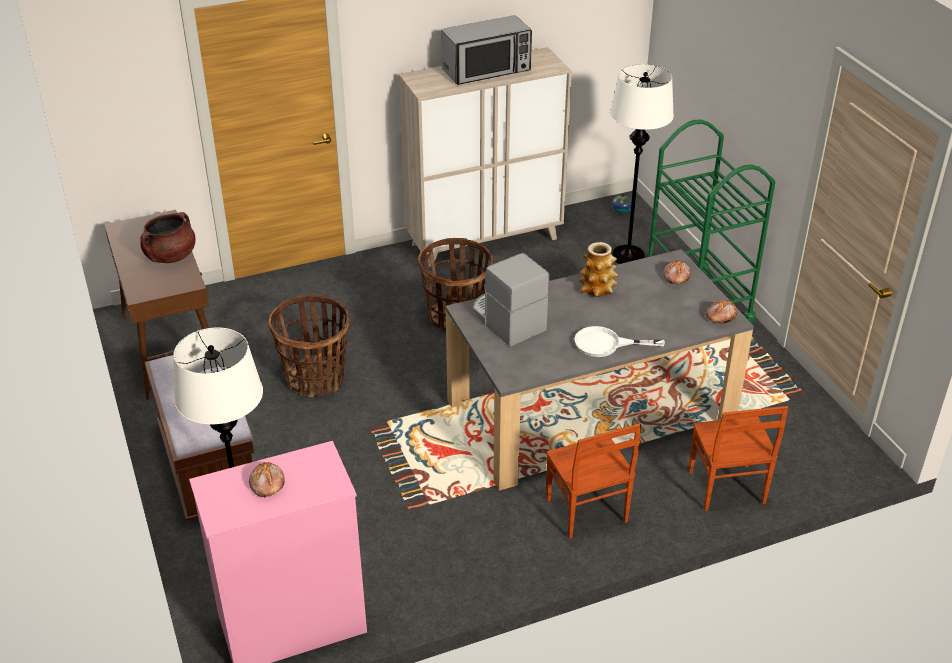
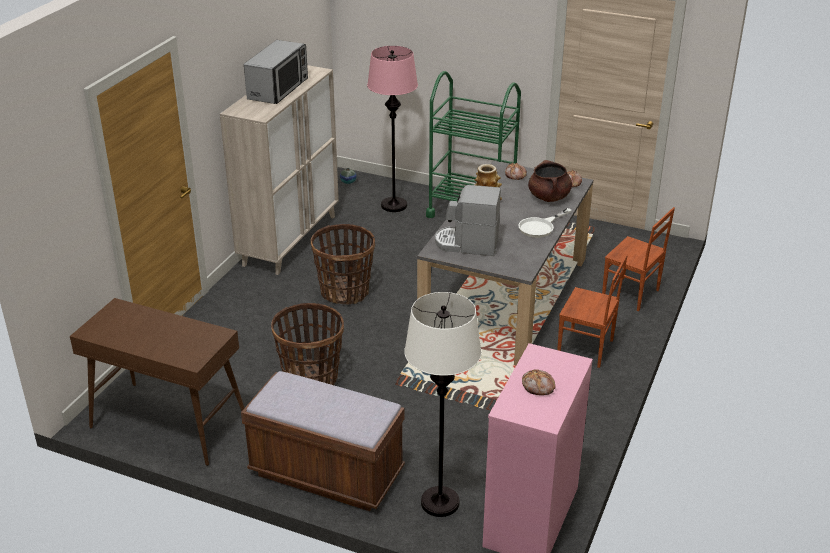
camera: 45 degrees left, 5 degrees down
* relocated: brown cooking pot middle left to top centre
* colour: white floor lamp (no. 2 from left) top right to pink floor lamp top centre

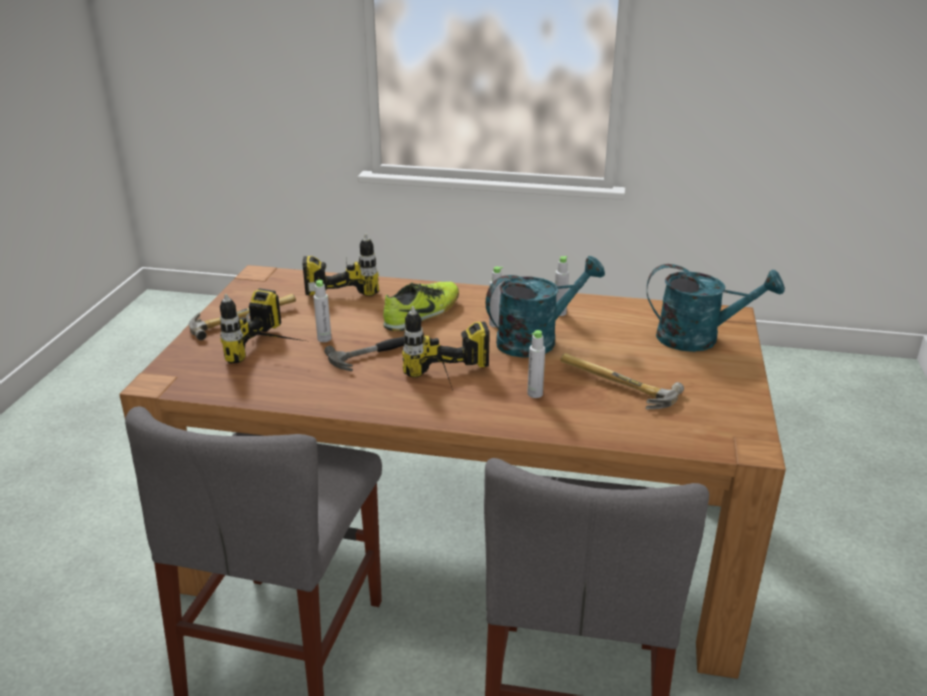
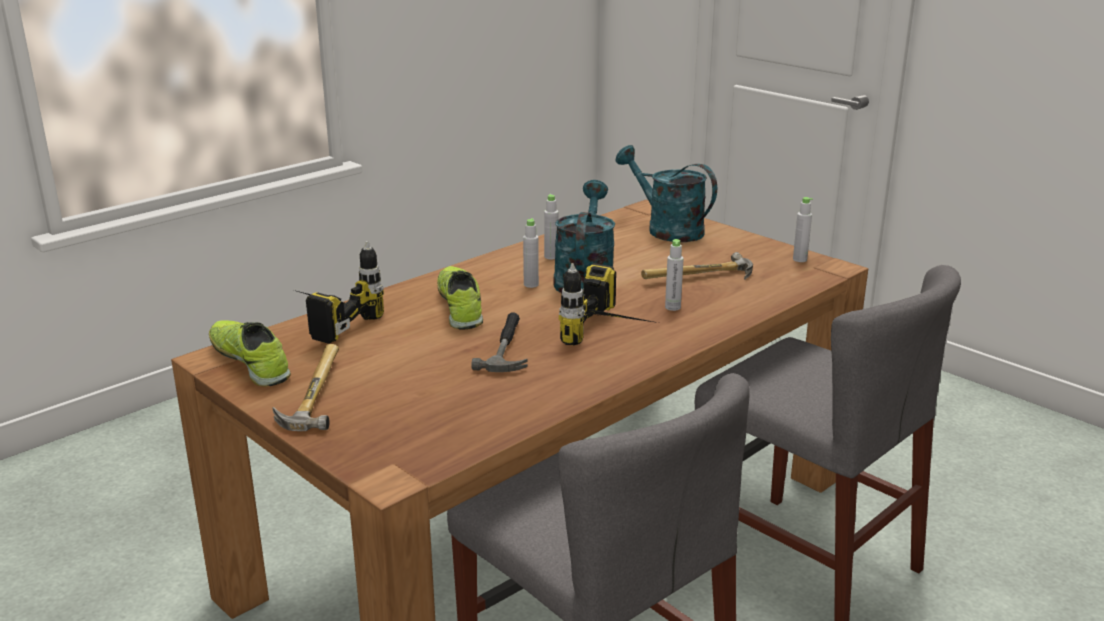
camera: 55 degrees left, 5 degrees down
* missing: power drill (no. 1 from left) middle left
* relocated: grey bottle (no. 1 from left in the first image) centre to grey bottle (no. 4 from left) middle right
* spun: turquoise watering can (no. 2 from left) middle right = top centre 90 degrees counterclockwise
* appeared: shoe (no. 1 from left) middle left

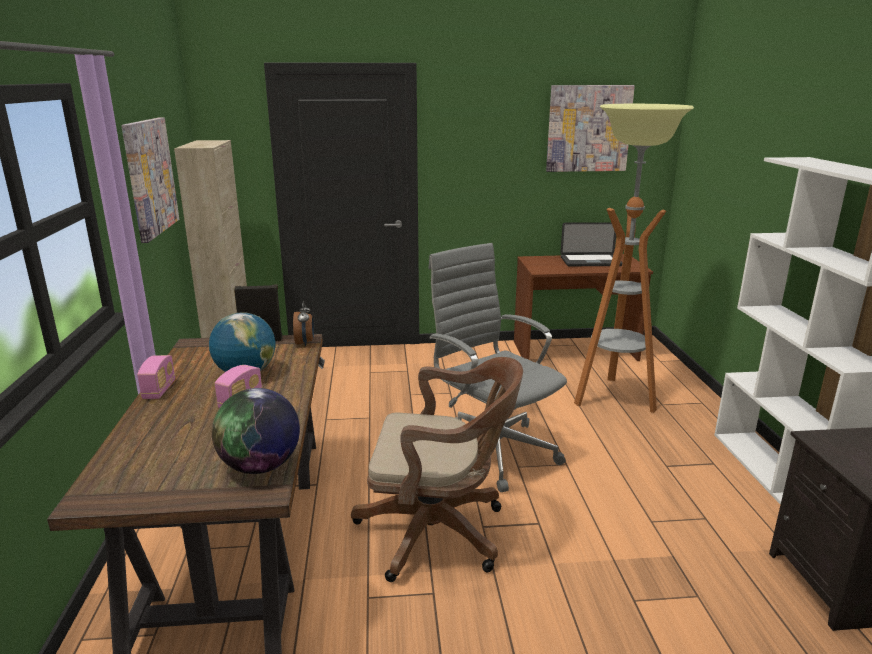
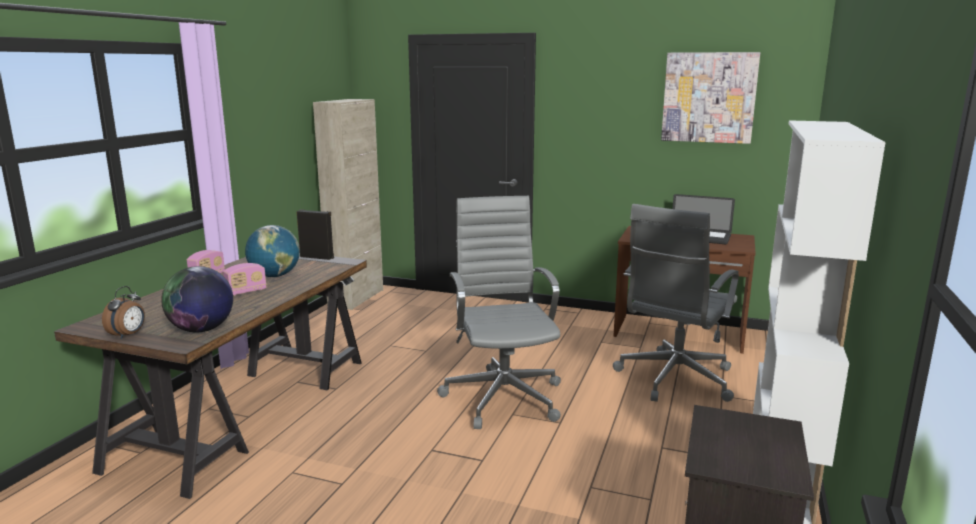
camera: 25 degrees right, 5 degrees down
* missing: picture (no. 1 from left) top left
* relocated: alarm clock centre to middle left
* missing: brown office chair bottom centre
* exchanged: floor lamp middle right to grey office chair (no. 2 from left) middle right

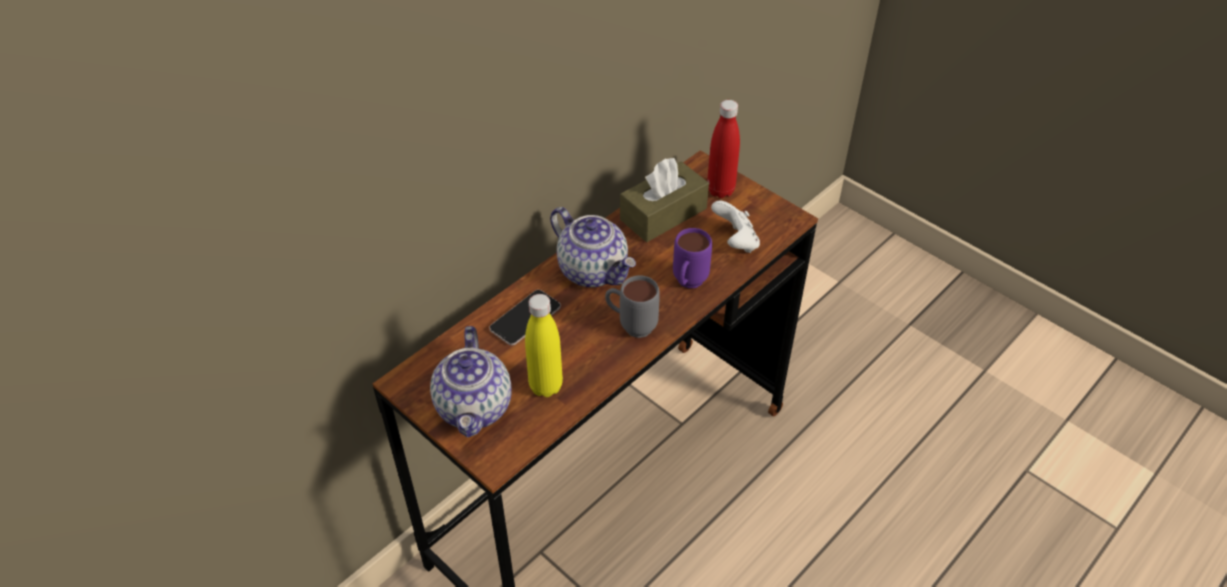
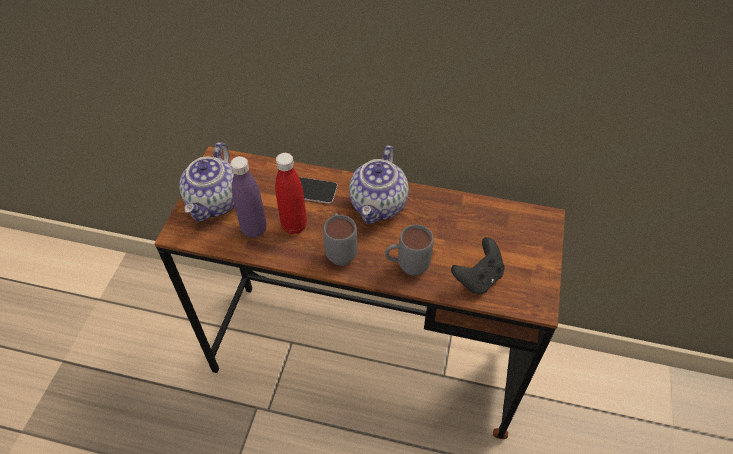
camera: 60 degrees right, 5 degrees up
* spun: teapot (no. 1 from left) centre = middle left 45 degrees counterclockwise
* colour: yellow bottle centre to purple bottle centre
* missing: brown tissue box centre
* colour: purple mug centre to grey mug (no. 2 from left) centre
* relocated: red bottle top centre to centre
* colour: white game controller centre to black game controller centre

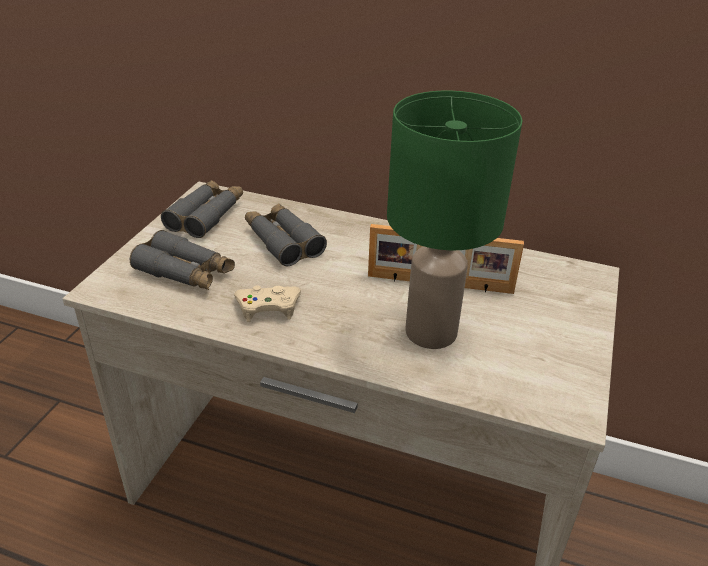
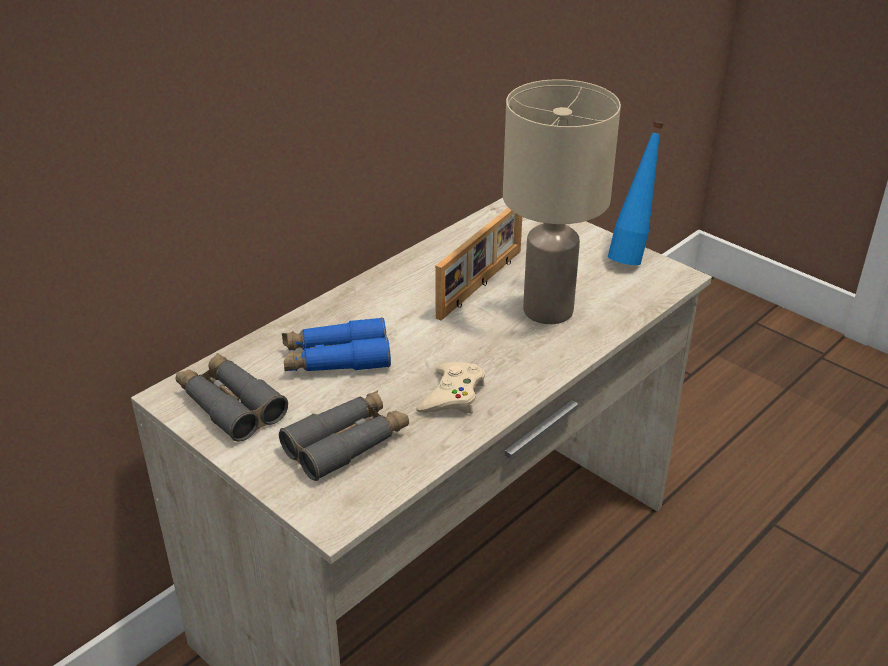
camera: 65 degrees left, 0 degrees up
* colour: grey binoculars (no. 3 from left) centre to blue binoculars centre
* colour: green table lamp centre to beige table lamp top centre
* appeared: blue bottle top right

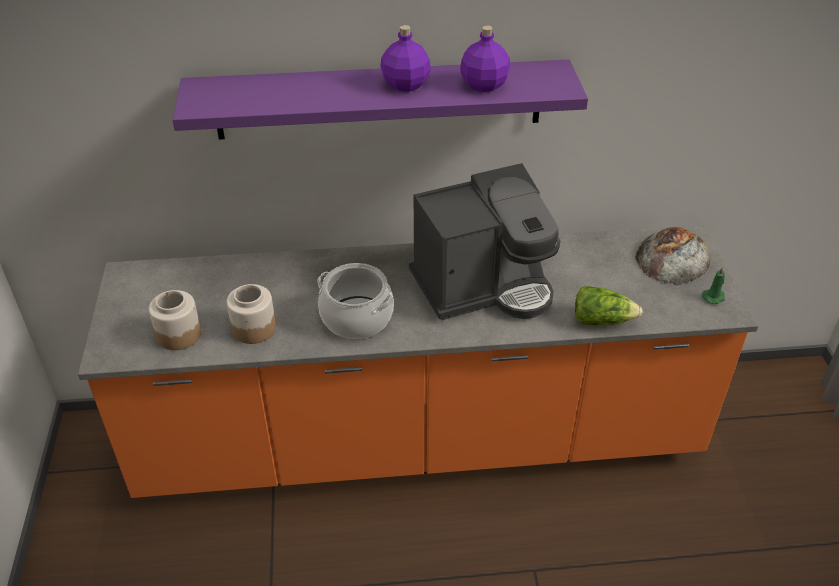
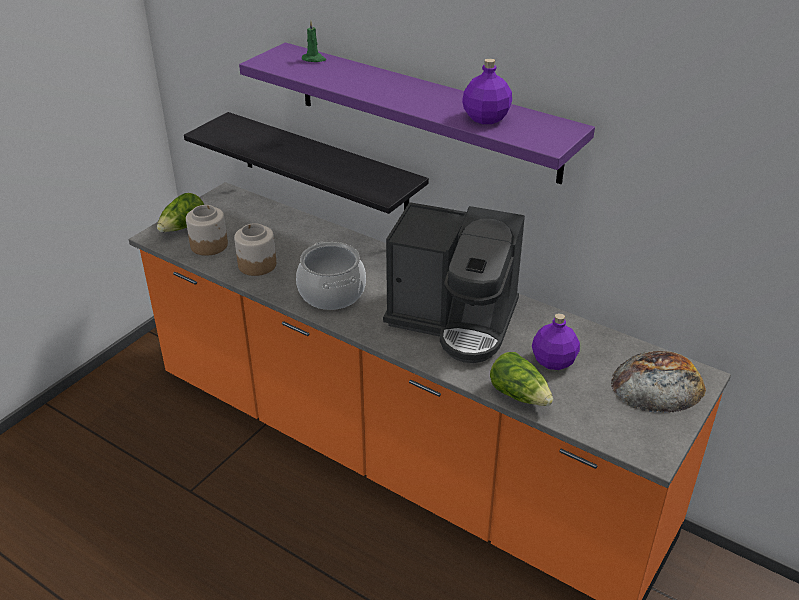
camera: 40 degrees right, 5 degrees down
* relocated: purple bottle (no. 1 from left in the first image) top centre to purple bottle (no. 2 from left) middle right
* relocated: green candle middle right to top centre
* appeared: lettuce (no. 1 from left) middle left
* appeared: black shelf top centre

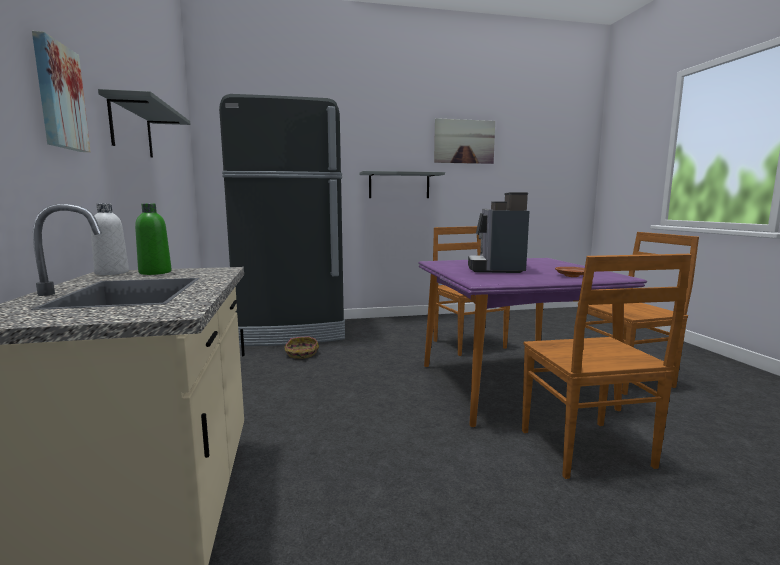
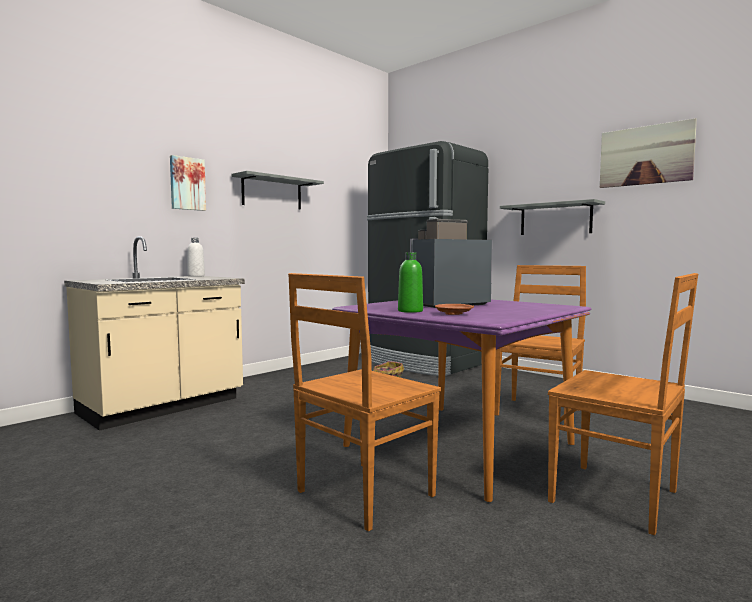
camera: 55 degrees right, 5 degrees down
* relocated: green bottle middle left to centre

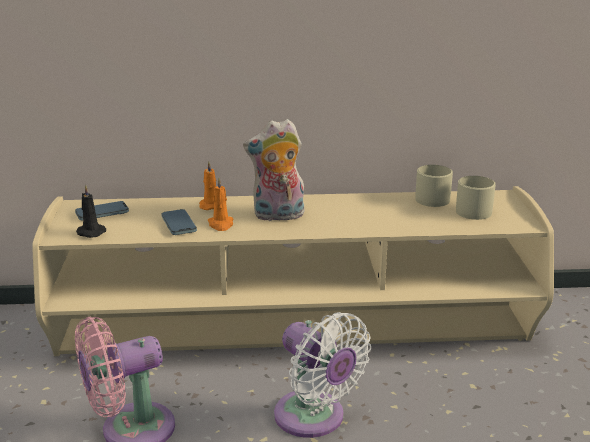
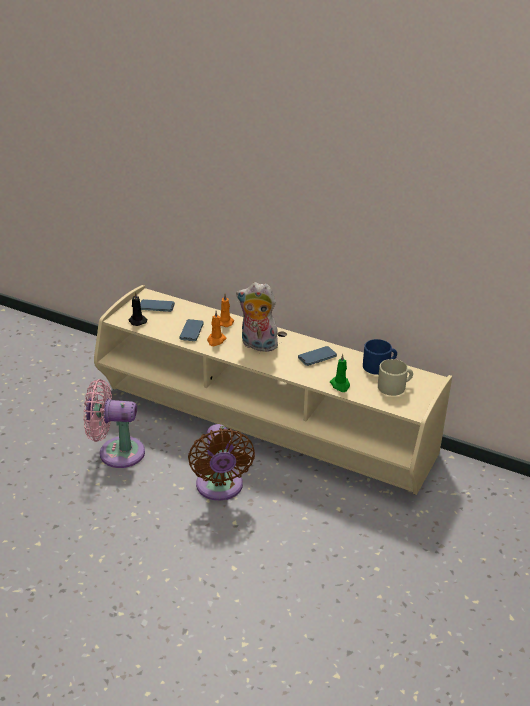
camera: 30 degrees right, 10 degrees up
* colour: white fan bottom centre to brown fan centre
* colour: beige mug (no. 1 from left) middle right to blue mug middle right
* appeared: phone (no. 3 from left) centre
* appeared: green candle centre

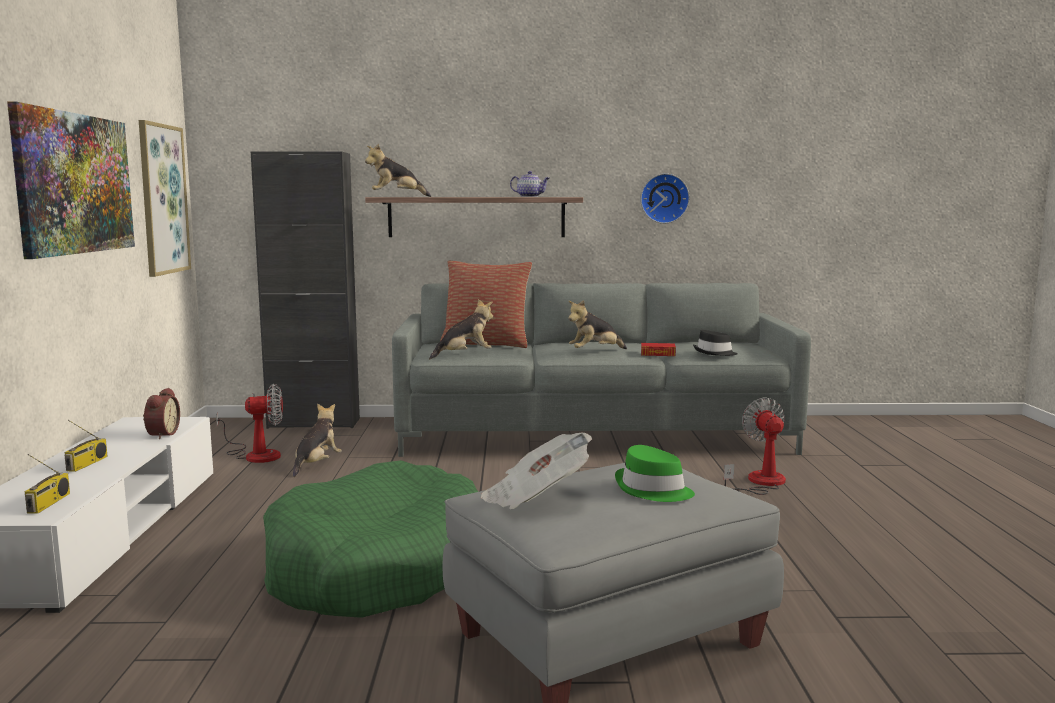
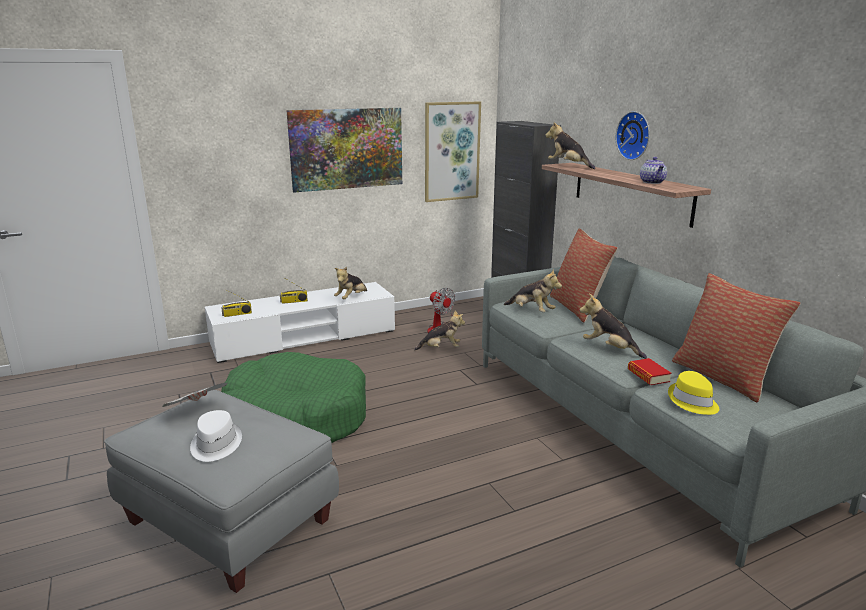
camera: 65 degrees right, 10 degrees up
* exchanged: alarm clock middle left to plush toy (no. 1 from left) centre
* colour: green hat bottom centre to white hat bottom left
* relocated: wall clock top centre to top right
* colour: black hat middle right to yellow hat middle right
* missing: fan (no. 2 from left) middle right
* appeared: pillow (no. 2 from left) middle right

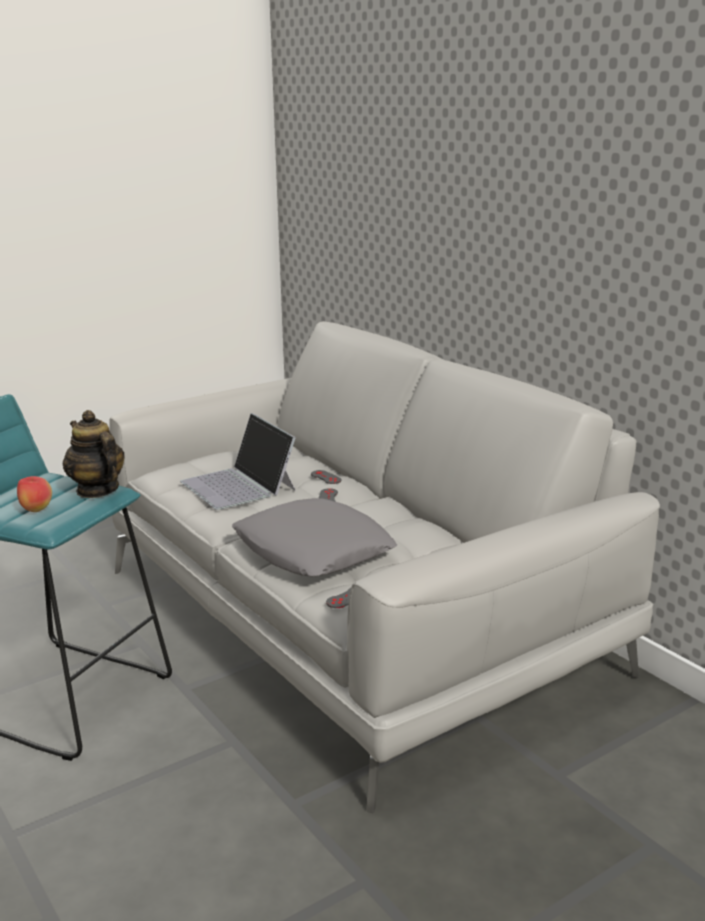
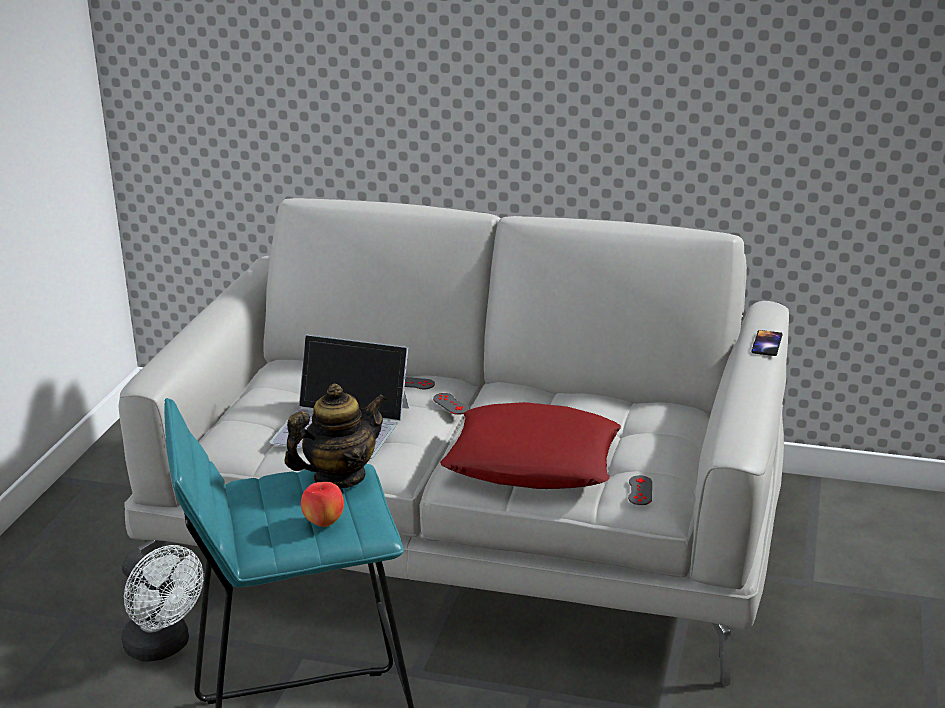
camera: 40 degrees left, 5 degrees up
* spun: teapot middle left = centre 135 degrees clockwise
* colour: grey pillow centre to red pillow centre
* appeared: white fan bottom left
* appeared: phone middle right

